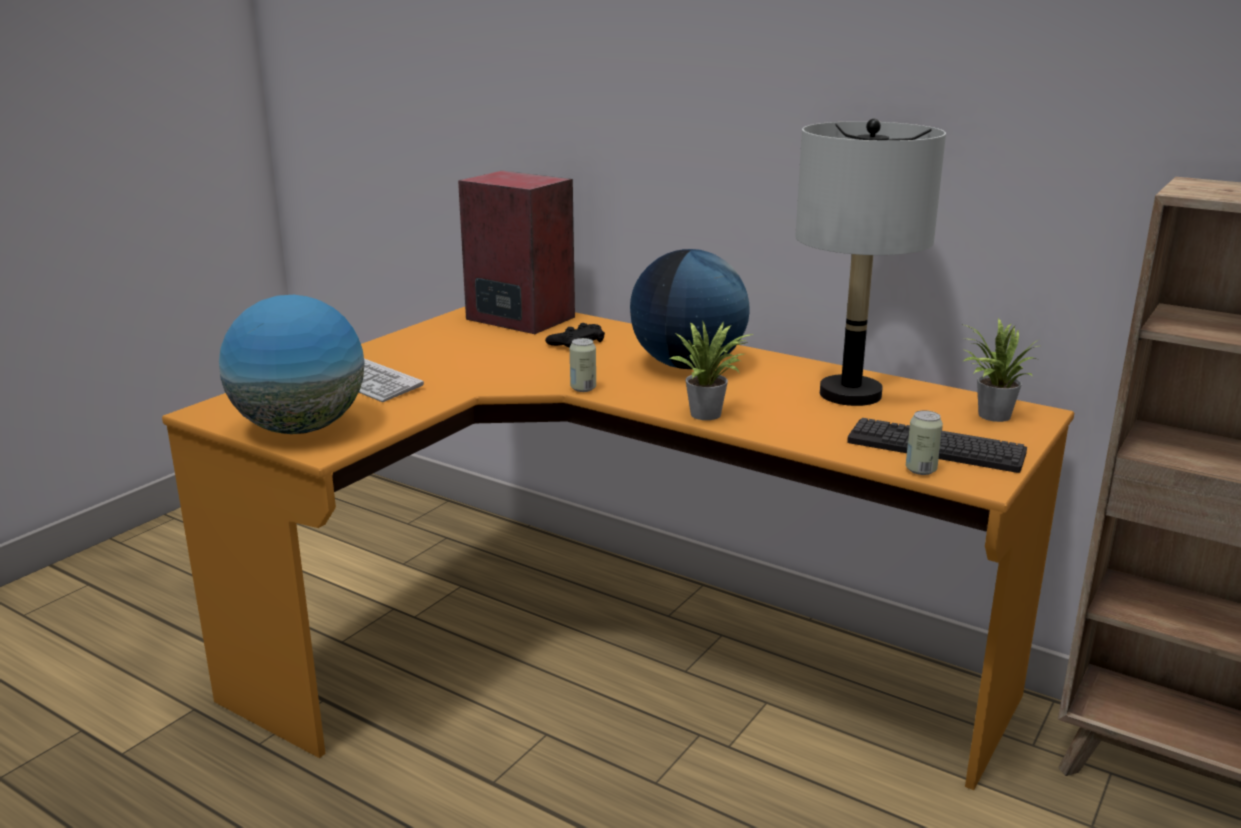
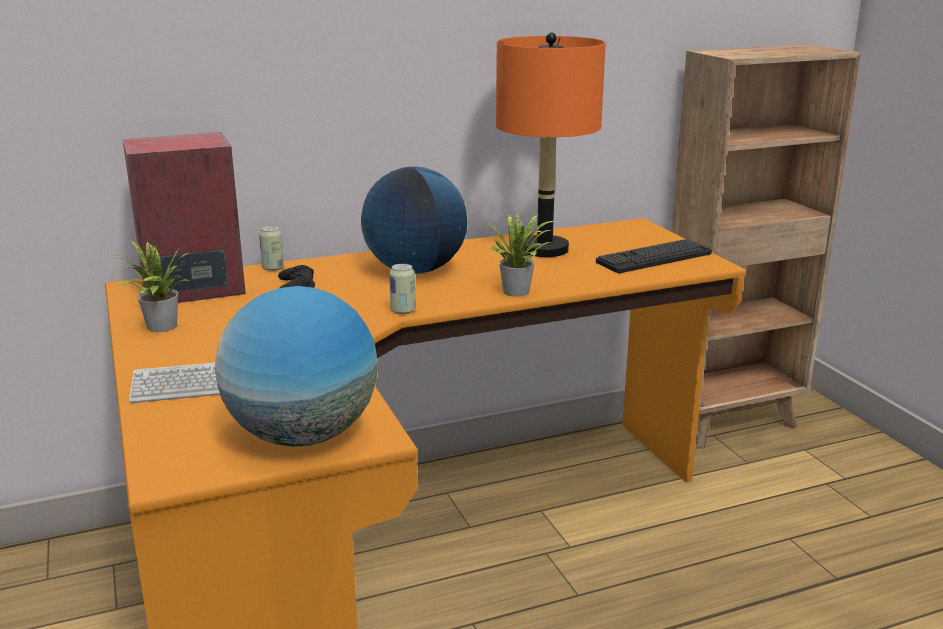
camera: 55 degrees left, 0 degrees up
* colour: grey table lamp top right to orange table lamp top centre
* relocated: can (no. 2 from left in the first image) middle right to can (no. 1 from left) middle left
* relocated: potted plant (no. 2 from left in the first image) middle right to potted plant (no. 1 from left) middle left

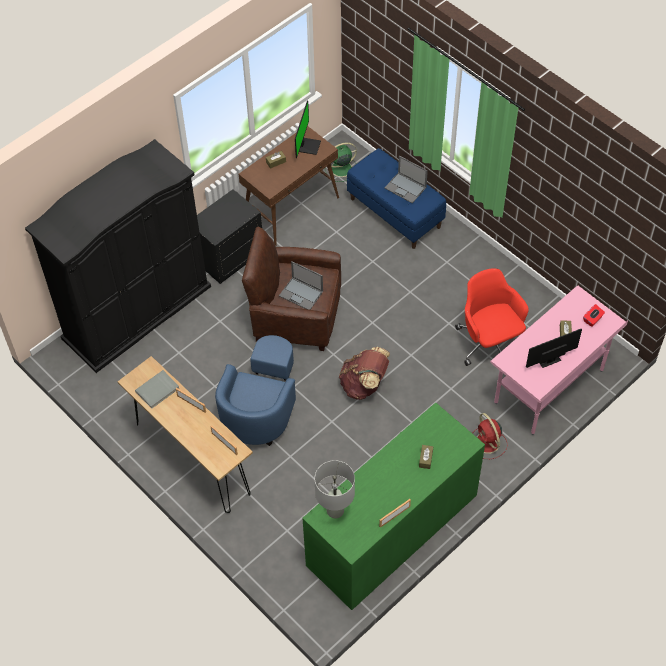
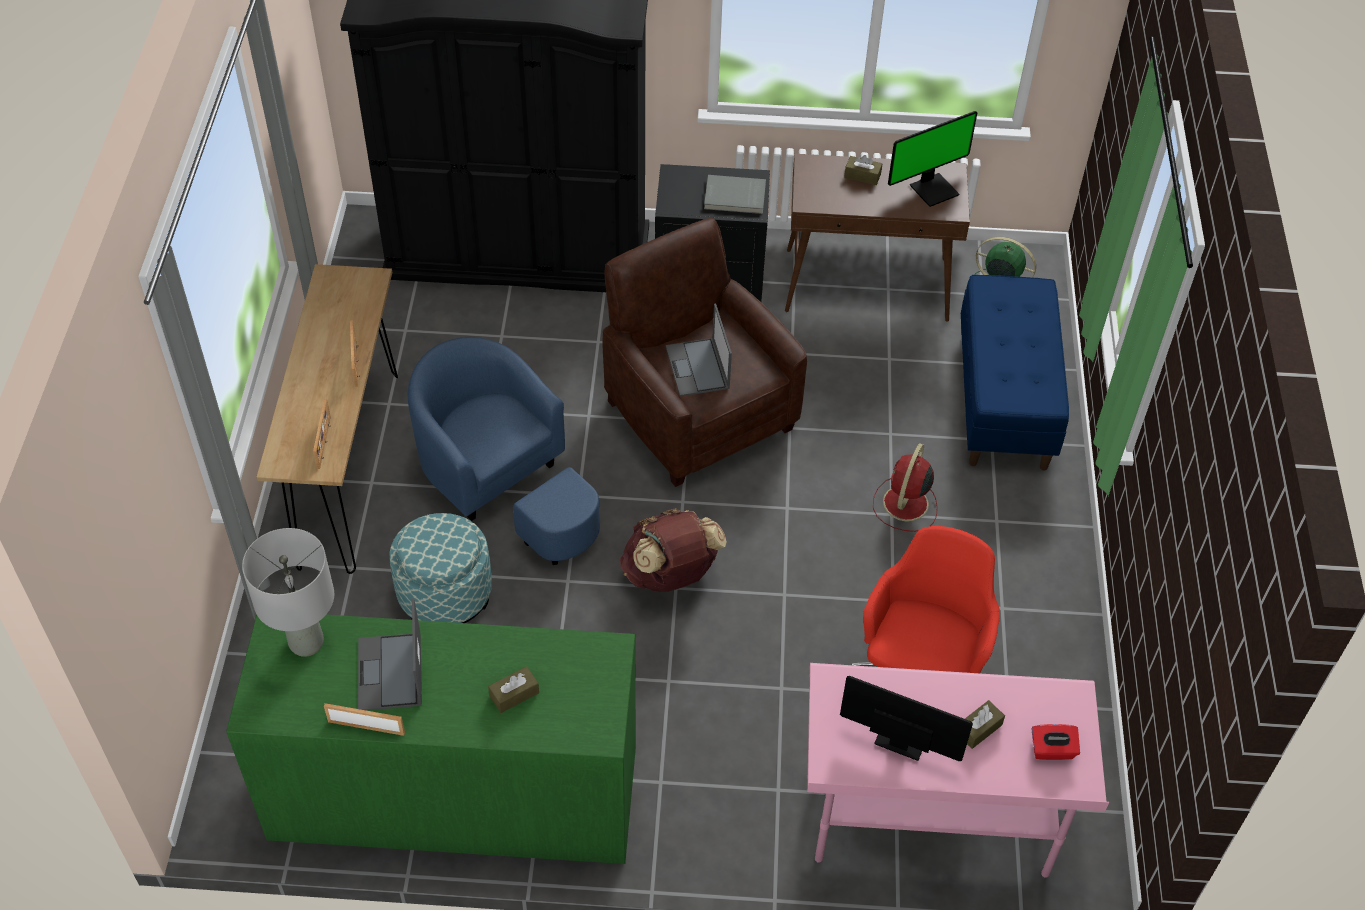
camera: 45 degrees right, 5 degrees down
* relocated: grey book middle left to top centre
* spun: blue armchair centre = centre 75 degrees clockwise
* relocated: laptop (no. 2 from left in the first image) top centre to laptop (no. 1 from left) bottom left
* relocated: red fan middle right to centre
* appeared: ottoman middle left

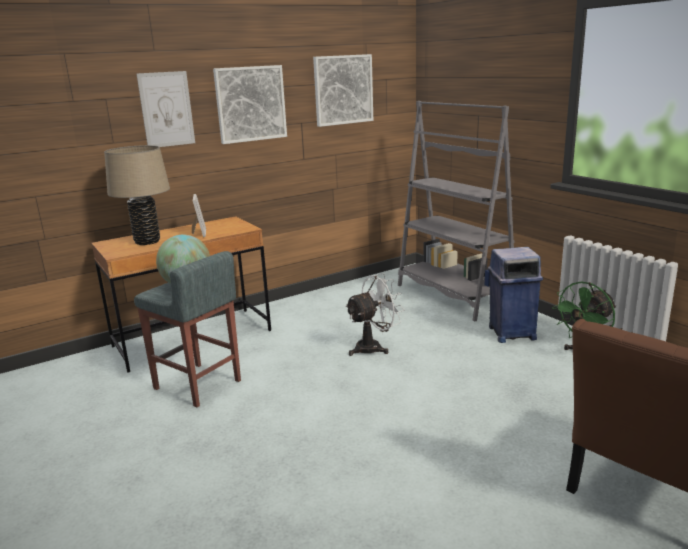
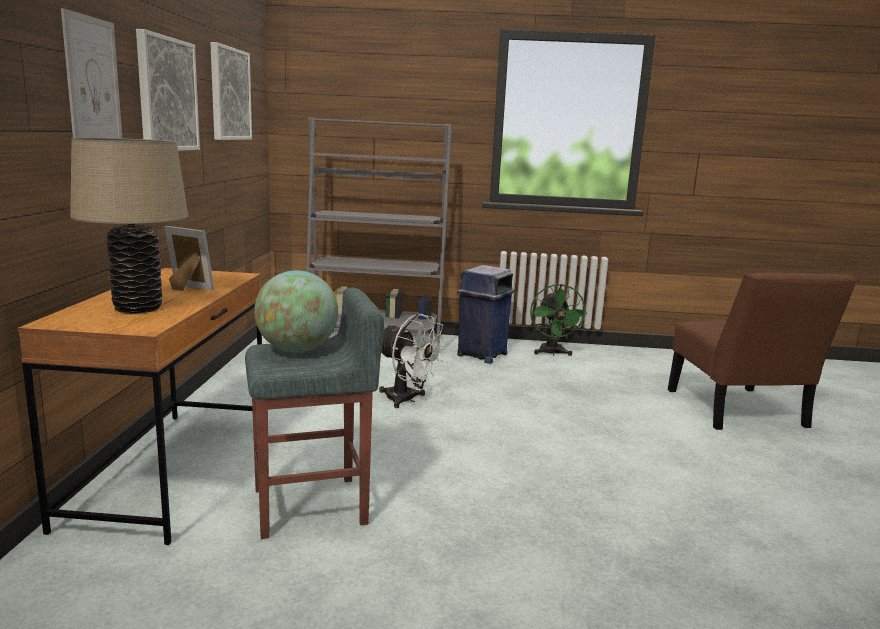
camera: 55 degrees left, 5 degrees down
* spun: white fan centre = centre 120 degrees clockwise

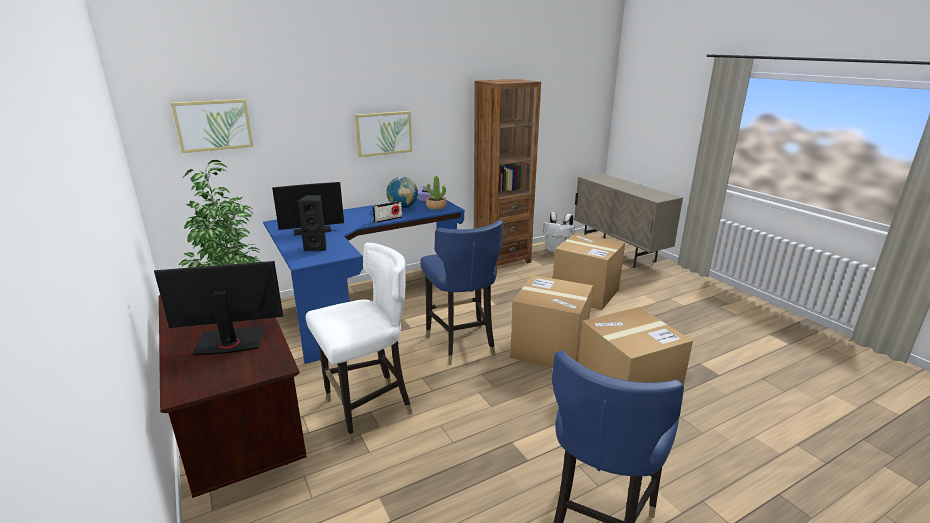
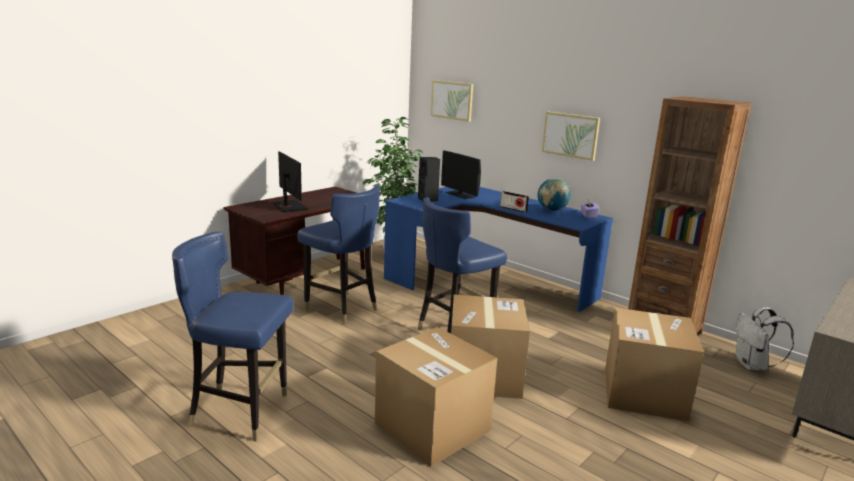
camera: 70 degrees right, 5 degrees down
* colour: white chair centre to blue chair (no. 2 from left) centre
* missing: potted plant (no. 2 from left) centre

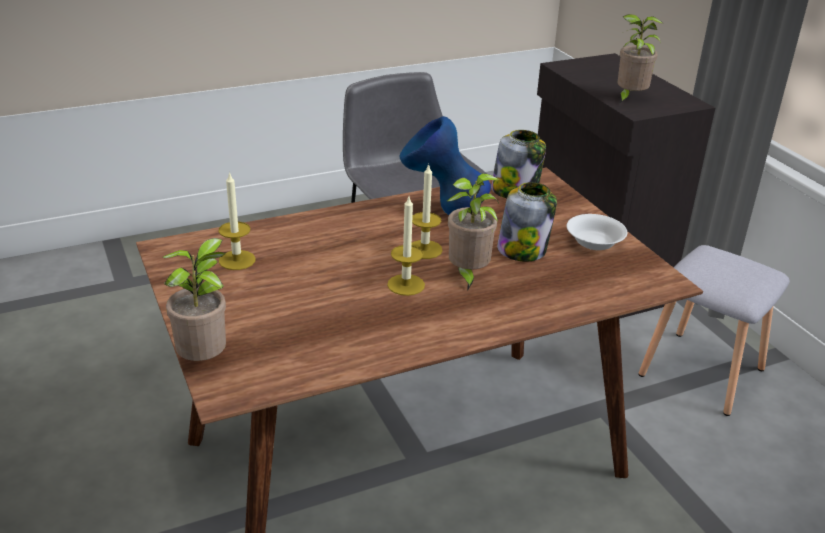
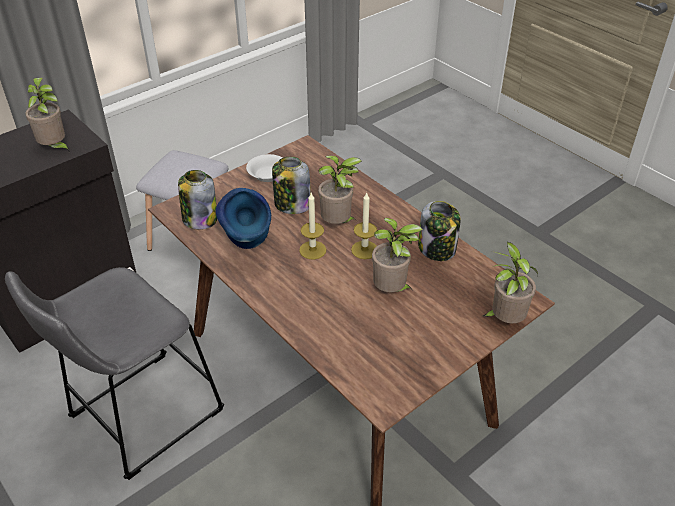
camera: 105 degrees left, 10 degrees up
* missing: candle (no. 1 from left) middle left
* appeared: potted plant (no. 3 from left) centre
* appeared: jar (no. 3 from left) centre

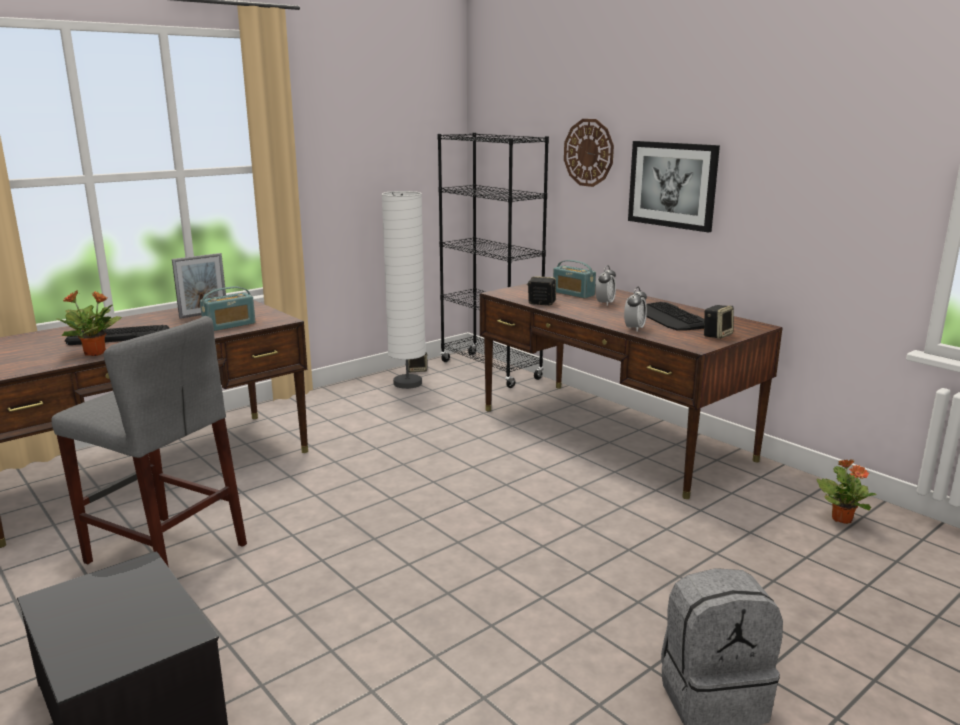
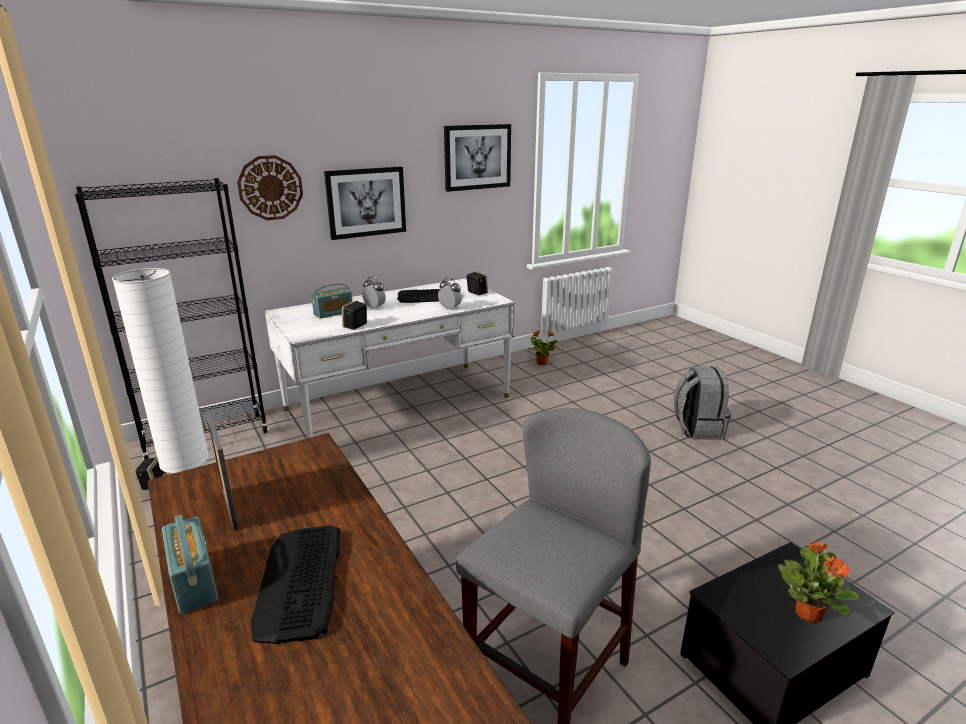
camera: 80 degrees left, 5 degrees up
* relocated: potted plant (no. 1 from left in the first image) middle left to potted plant (no. 2 from left) bottom right
* relocated: radio (no. 1 from left) middle left to bottom left
* colour: brown desk (no. 2 from left) centre to white desk centre
* appeared: picture (no. 2 from left) top centre

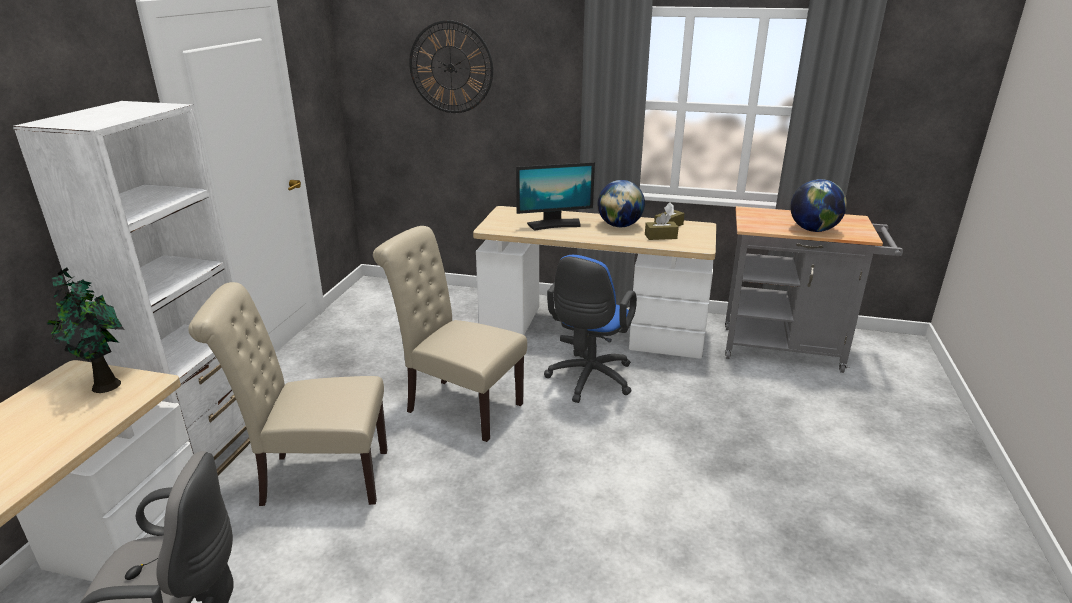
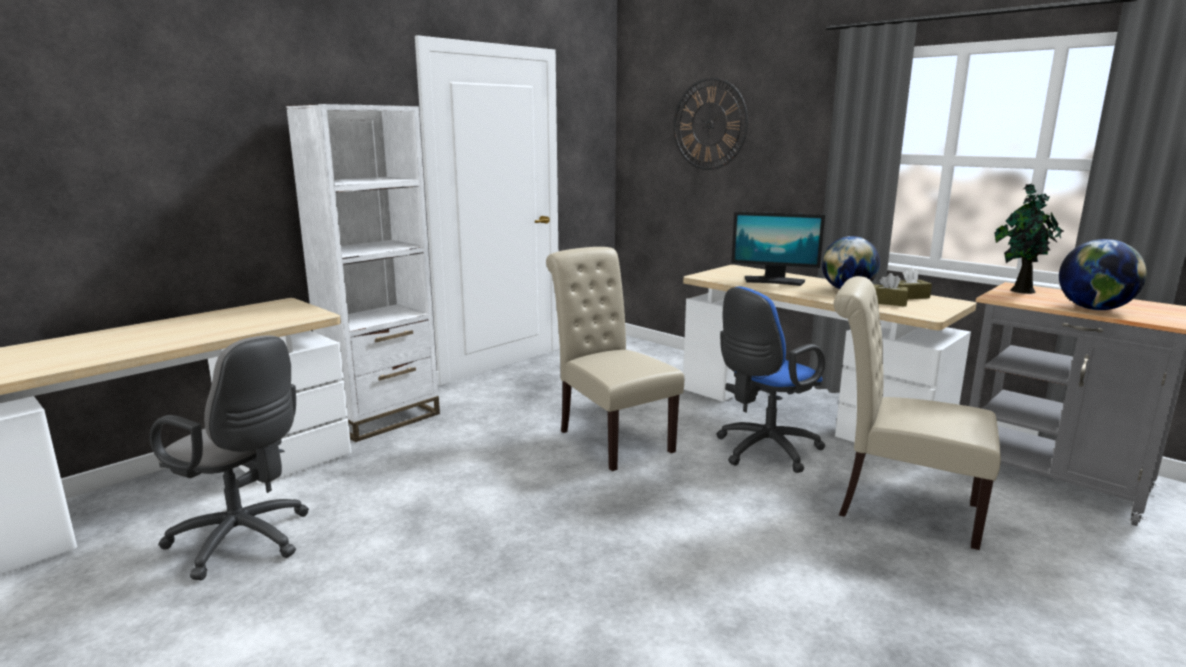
camera: 30 degrees right, 10 degrees down
* relocated: potted plant middle left to middle right
* relocated: beige chair (no. 1 from left in the first image) middle left to beige chair (no. 2 from left) middle right

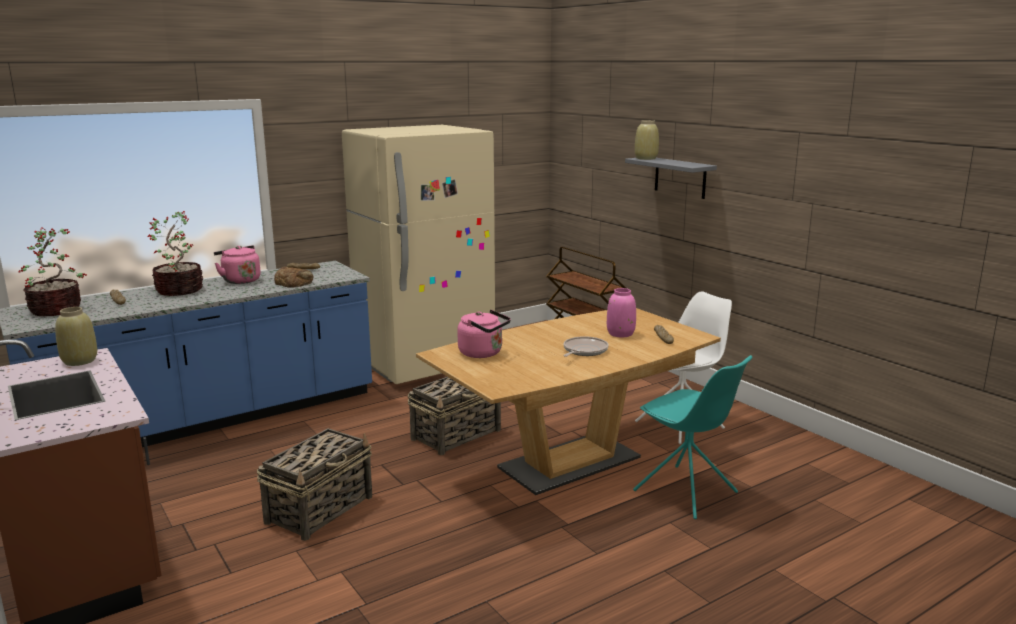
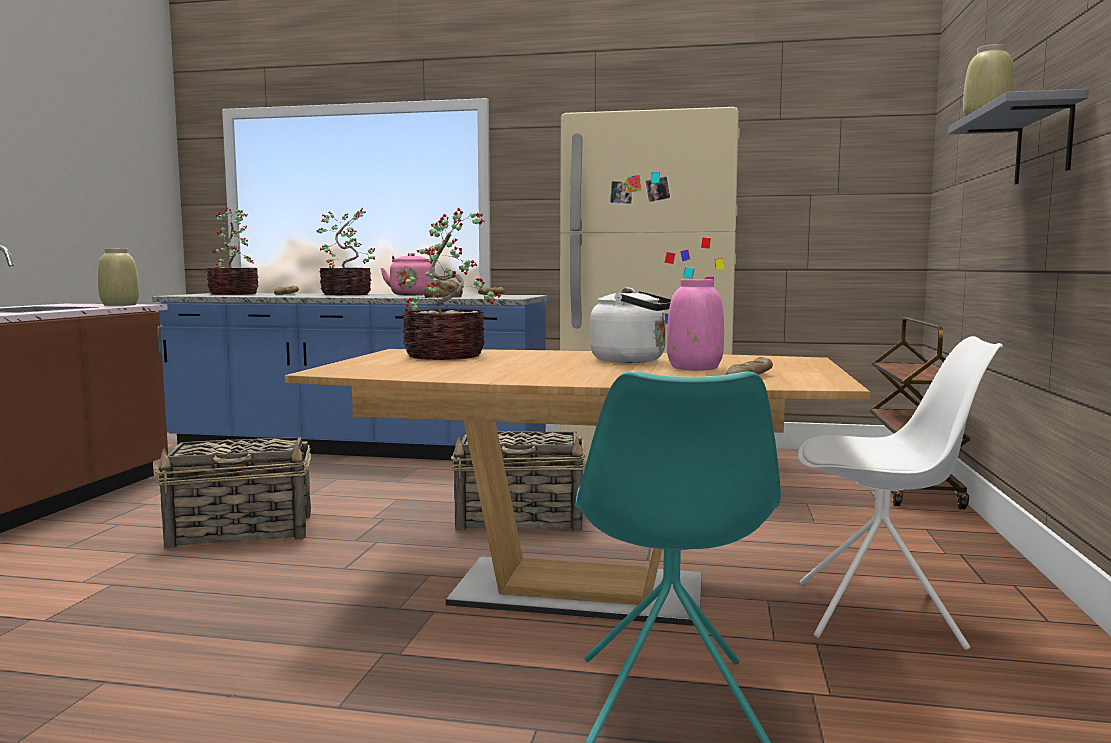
camera: 45 degrees right, 10 degrees down
* exchanged: pink kettle (no. 2 from left) centre to potted plant (no. 3 from left) centre
* missing: frying pan centre
* appeared: white kettle centre

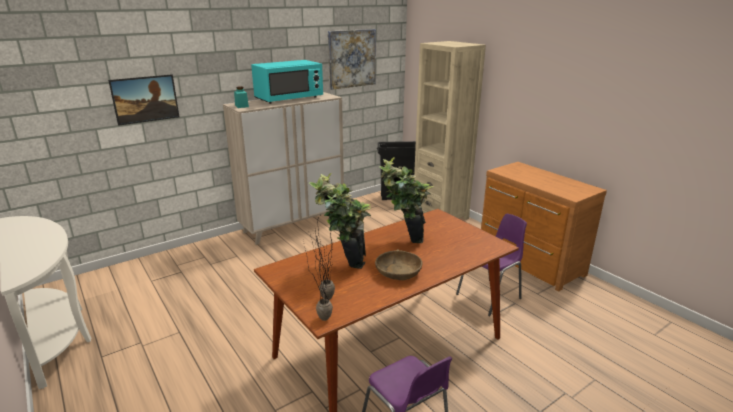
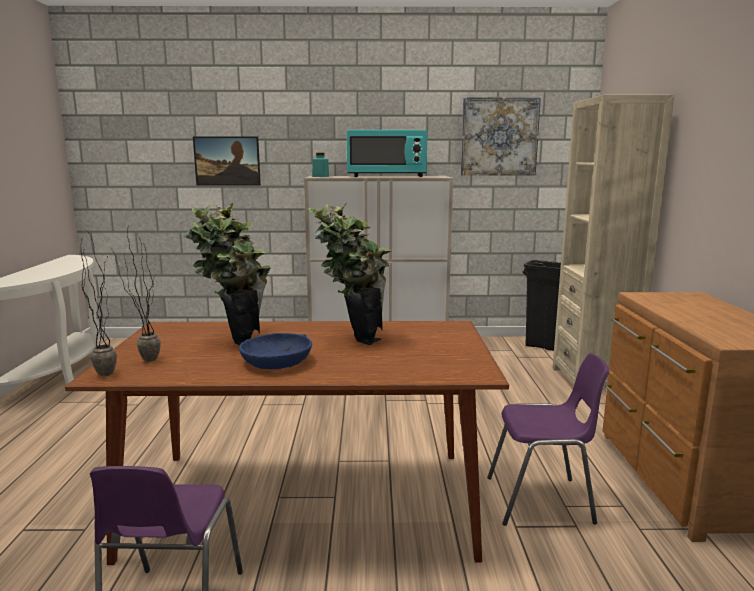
camera: 35 degrees right, 10 degrees down
* colour: brown bowl centre to blue bowl centre

